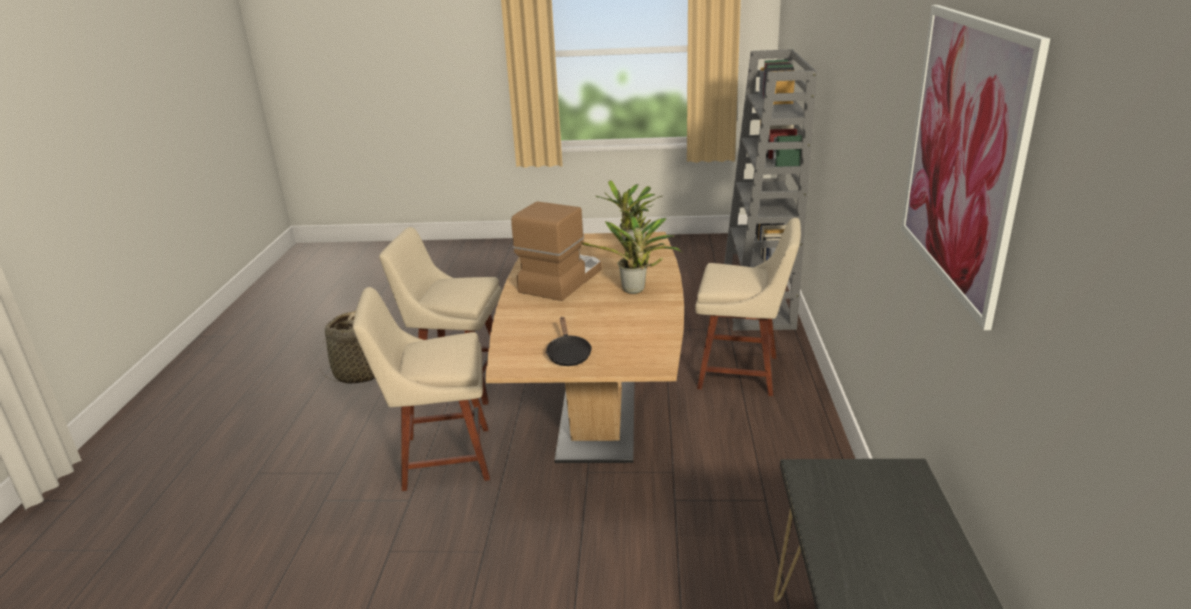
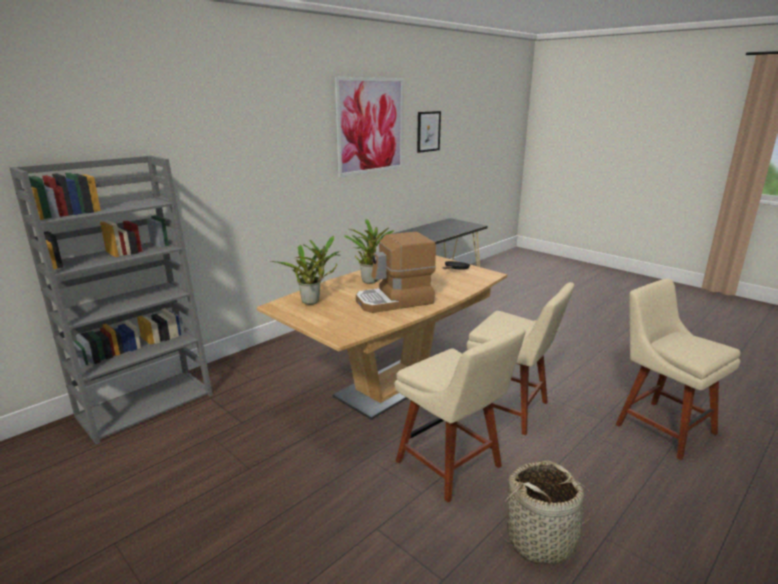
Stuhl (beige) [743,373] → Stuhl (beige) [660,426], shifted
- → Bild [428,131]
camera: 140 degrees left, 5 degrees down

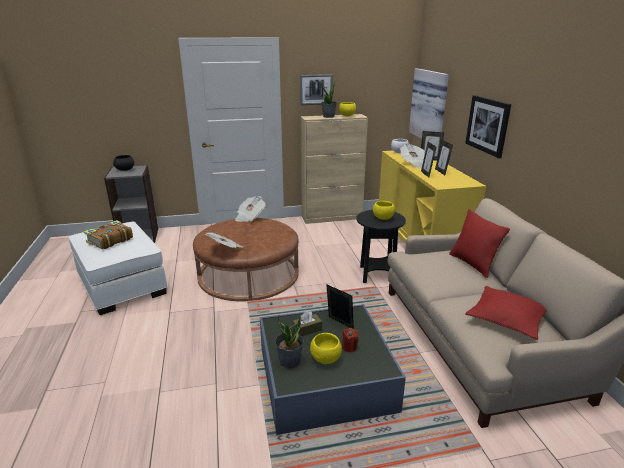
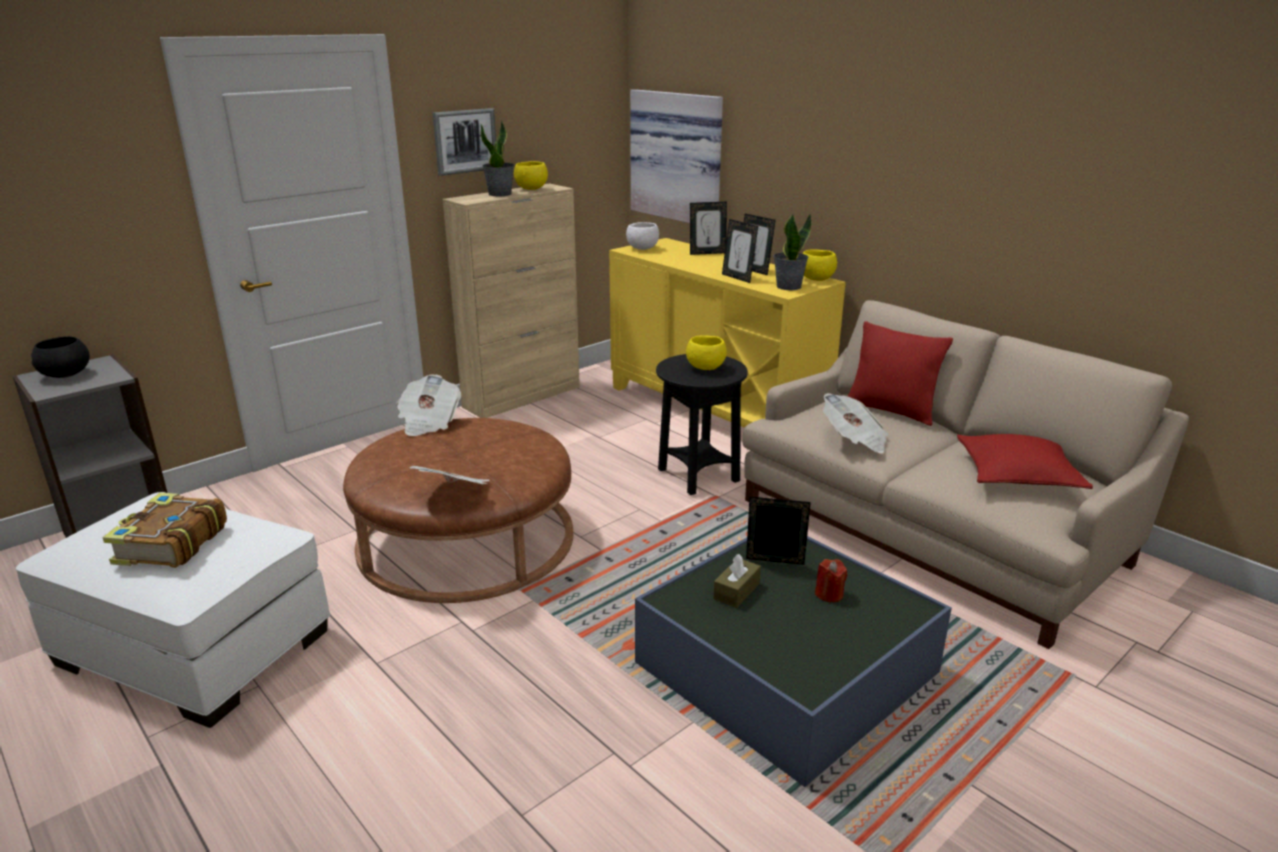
Bild [488,125] → -
Zeitung [414,164] → Zeitung [854,440], shifted
Topfpflanze [289,361] → Topfpflanze [788,286], shifted
Schüssel (gelb) [326,359] → Schüssel (gelb) [817,279], shifted
camera: 30 degrees left, 0 degrees up

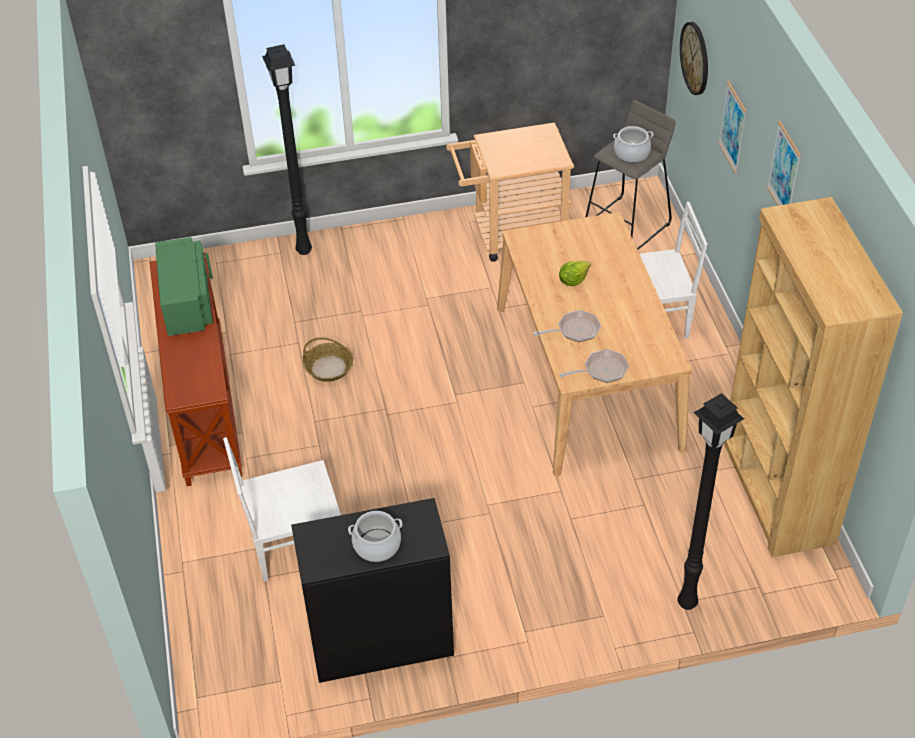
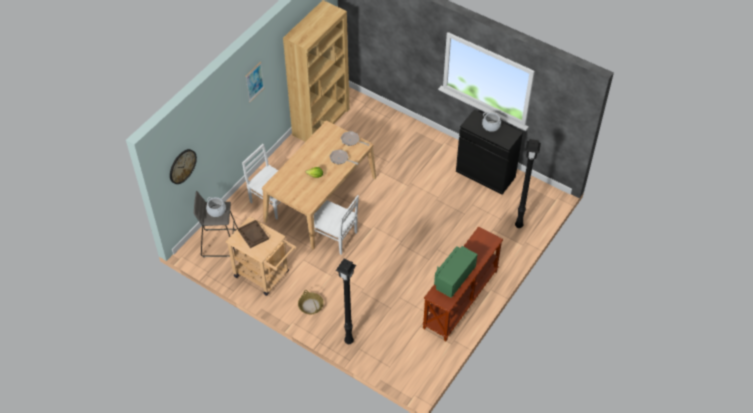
Bild [733,127] → -
Korb [329,367] → Korb [310,306], shifted
Stehlampe (schwarz) [685,603] → Stehlampe (schwarz) [519,226], shifted
Stuhl (weiß) [293,543] → Stuhl (weiß) [334,237], shifted
- → Tablett (braun) [253,234]
camera: 135 degrees left, 5 degrees up

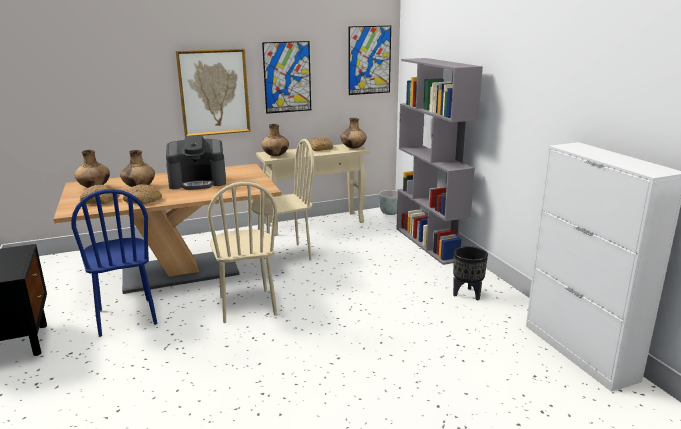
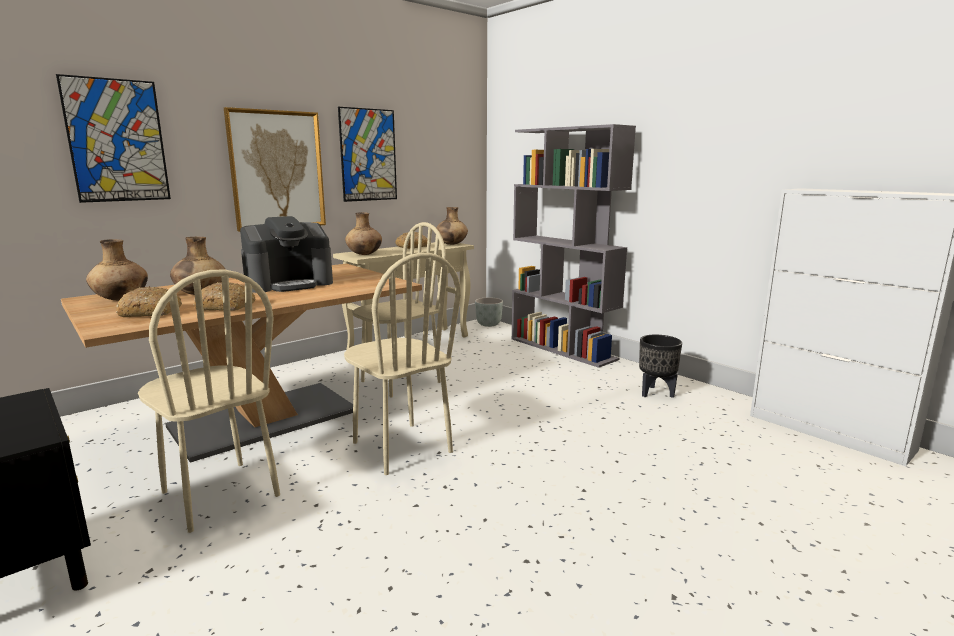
Bild [369,60] → Bild [117,141], shifted
Stuhl (blau) [126,317] → Stuhl (beige) [219,494]
camera: 20 degrees left, 5 degrees down

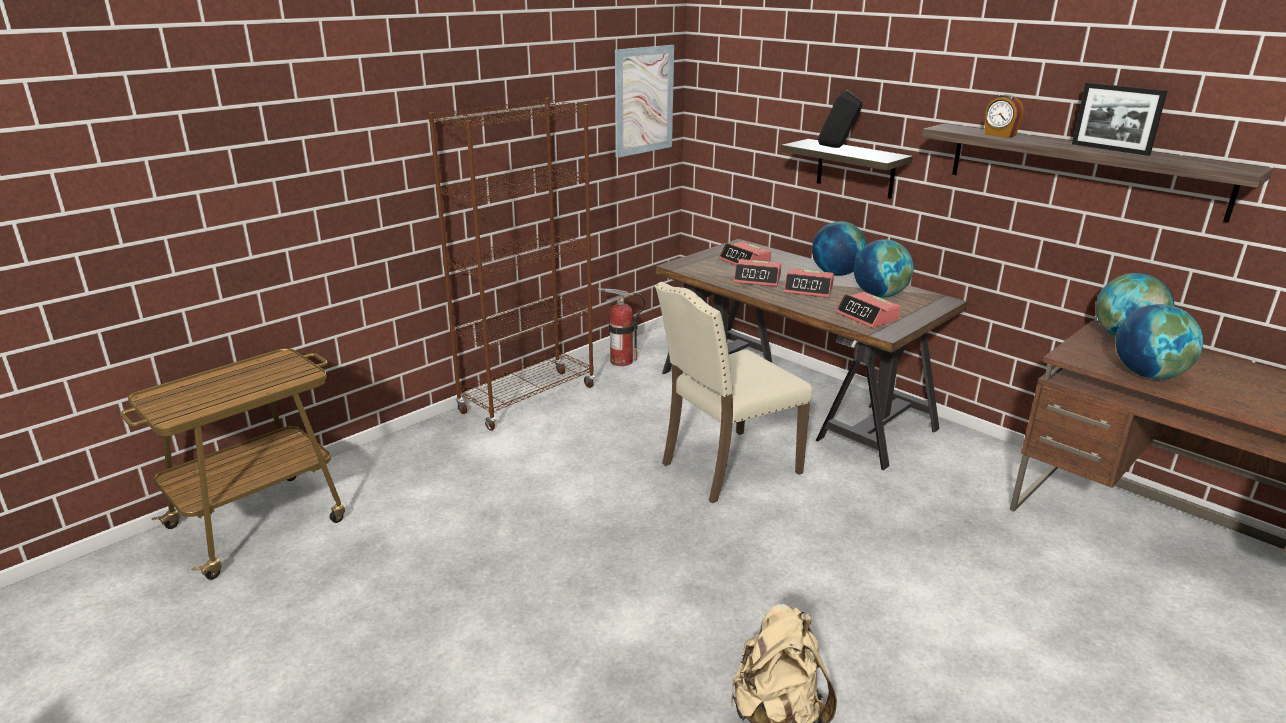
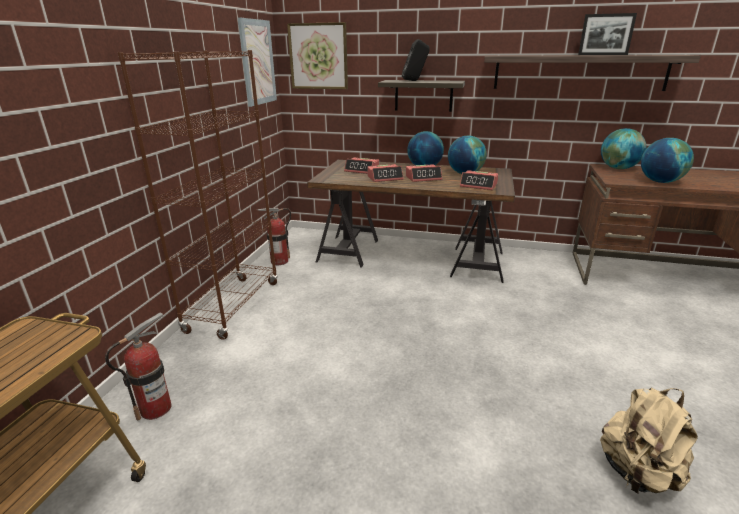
Wecker [999,135] → -
Stuhl (beige) [726,467] → -
- → Bild [318,56]
- → Feuerlöscher [156,408]
camera: 30 degrees left, 0 degrees up

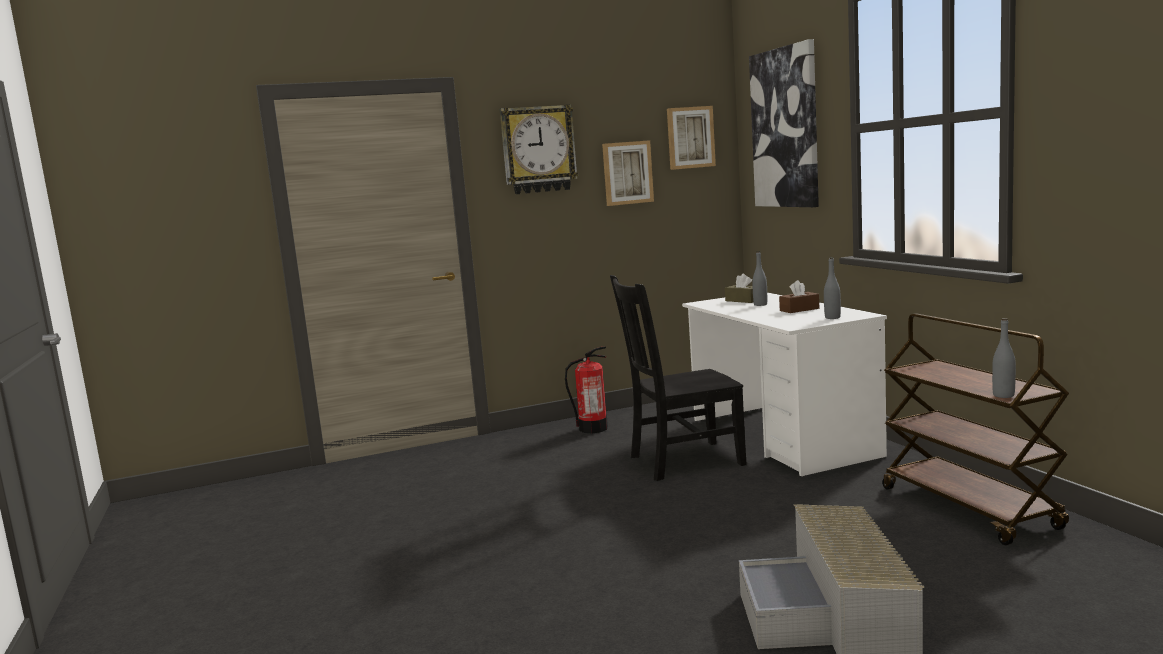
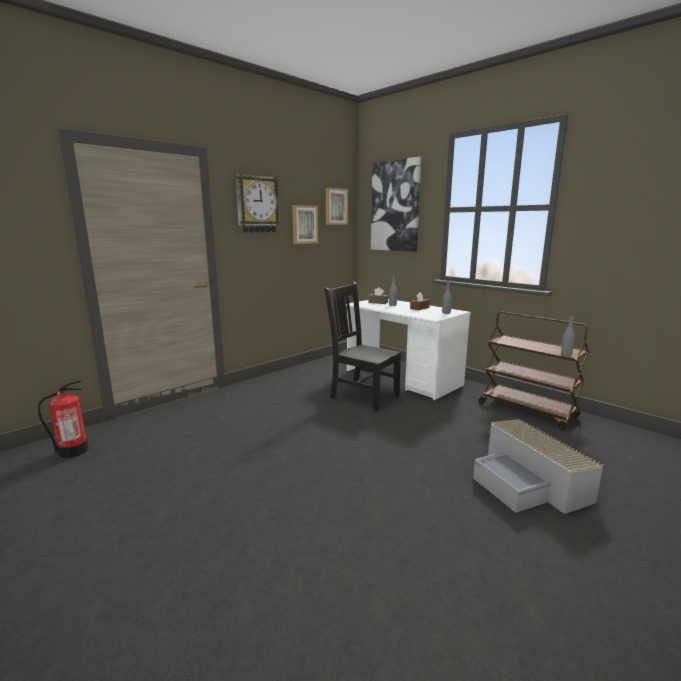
Stuhl (schwarz) [682,461] → Stuhl (schwarz) [362,396], 75 degrees clockwise
Feuerlöscher [593,428] → Feuerlöscher [73,451], shifted
camera: 25 degrees left, 5 degrees up

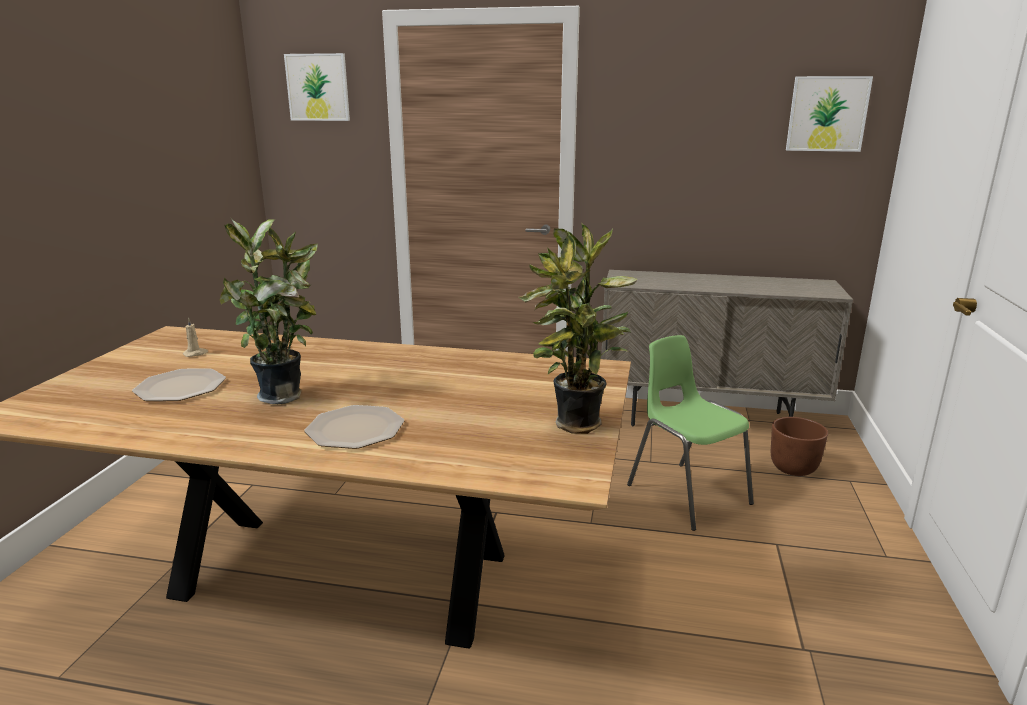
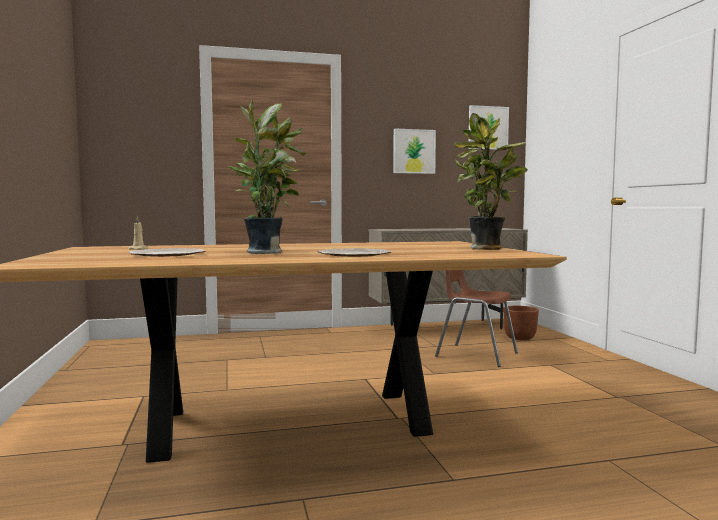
Bild [318,87] → Bild [414,151], shifted
Stuhl (grün) [687,494] → Stuhl (braun) [475,355]
camera: 25 degrees left, 15 degrees down

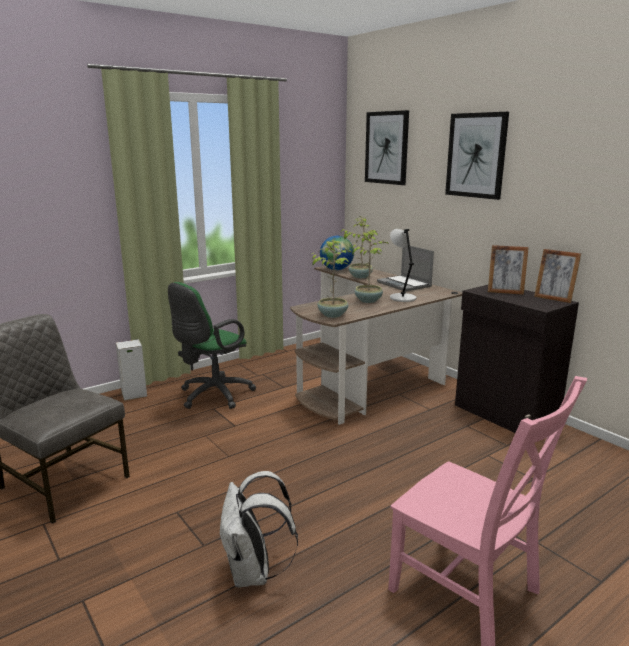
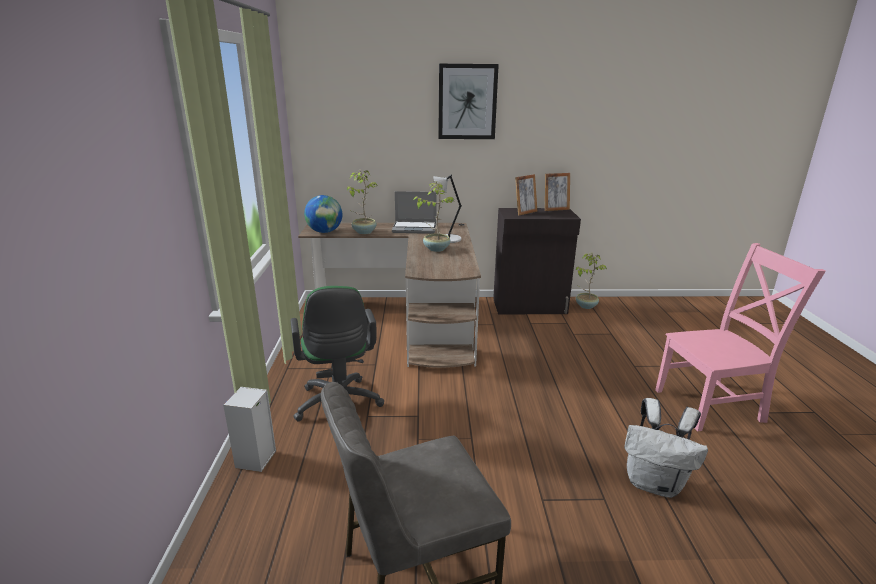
Bild [387,148] → -
Topfpflanze [332,314] → Topfpflanze [585,306], shifted
camera: 55 degrees left, 5 degrees up

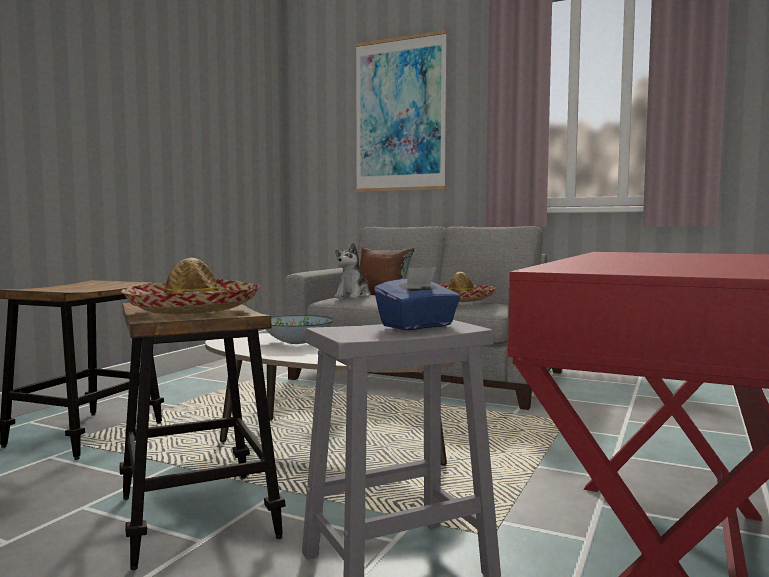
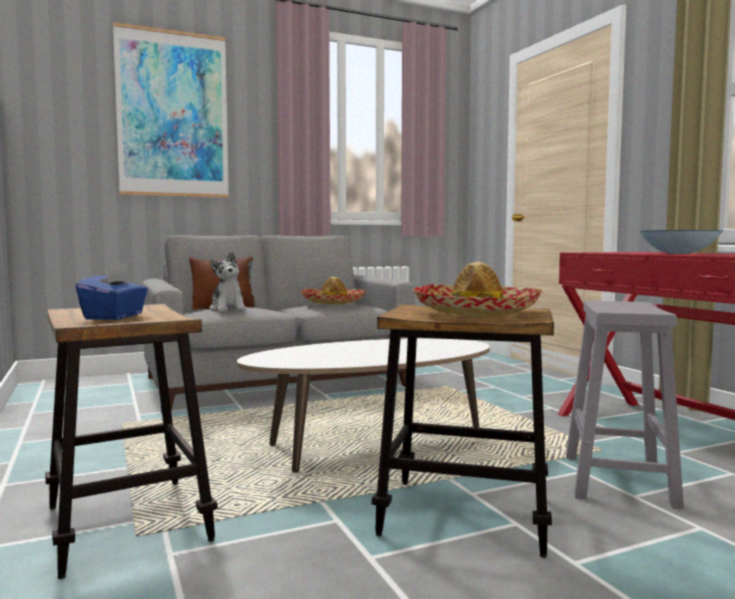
Taschentuchbox (blau) [417,326] → Taschentuchbox (blau) [115,317], shifted
Schüssel [297,342] → Schüssel [678,253], shifted
camera: 50 degrees left, 0 degrees up

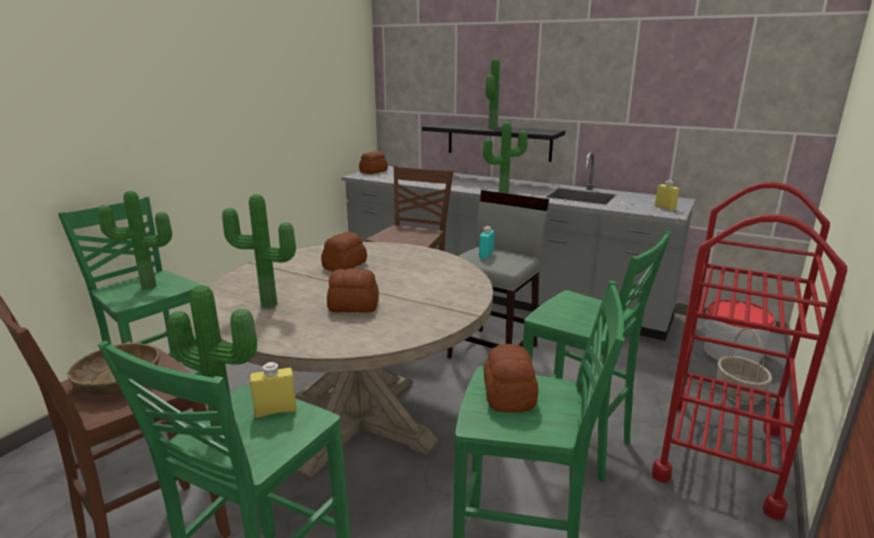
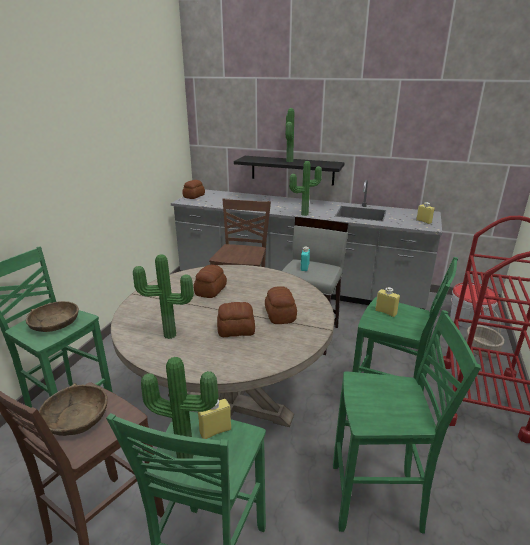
Topfpflanze [148,287] → Schüssel (braun) [54,323]
Brot [509,395] → Brot [280,315], shifted
- → Flasche (gelb) [386,312]
camera: 10 degrees left, 5 degrees up

